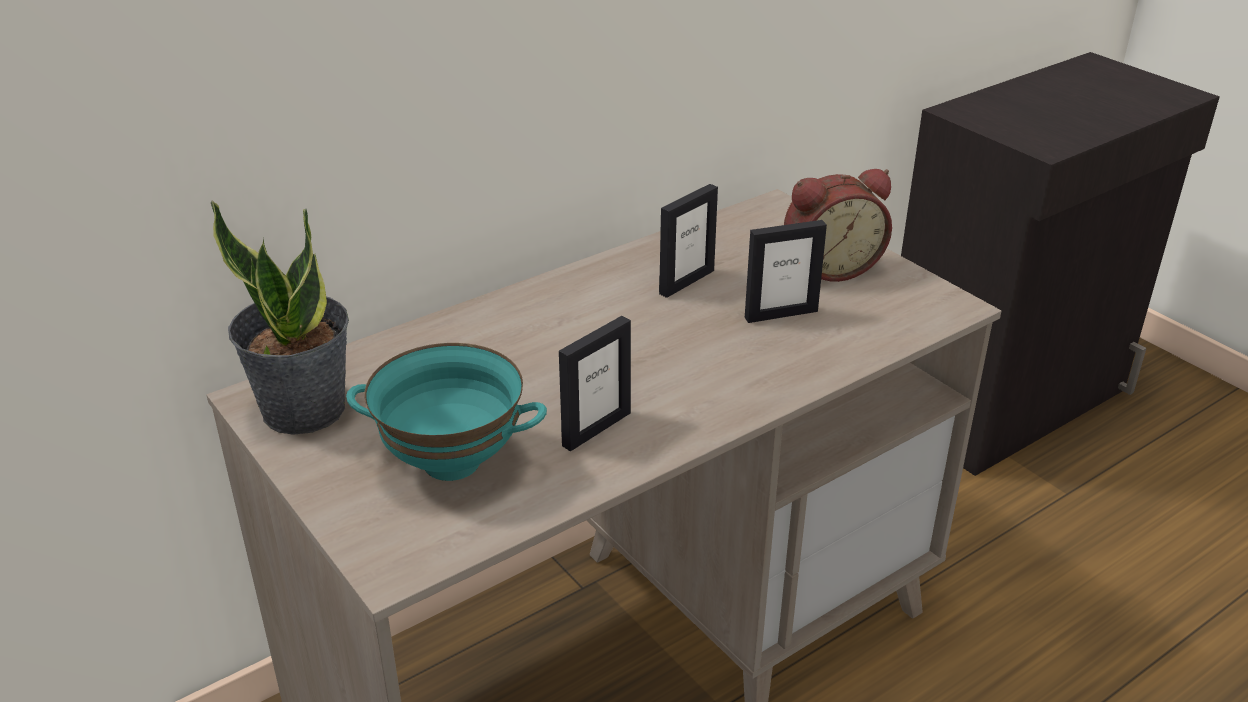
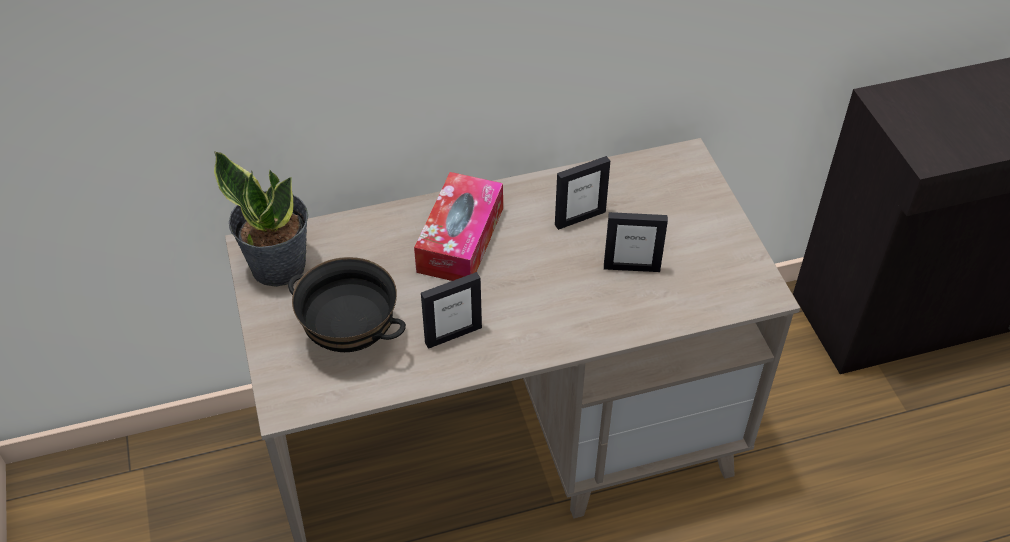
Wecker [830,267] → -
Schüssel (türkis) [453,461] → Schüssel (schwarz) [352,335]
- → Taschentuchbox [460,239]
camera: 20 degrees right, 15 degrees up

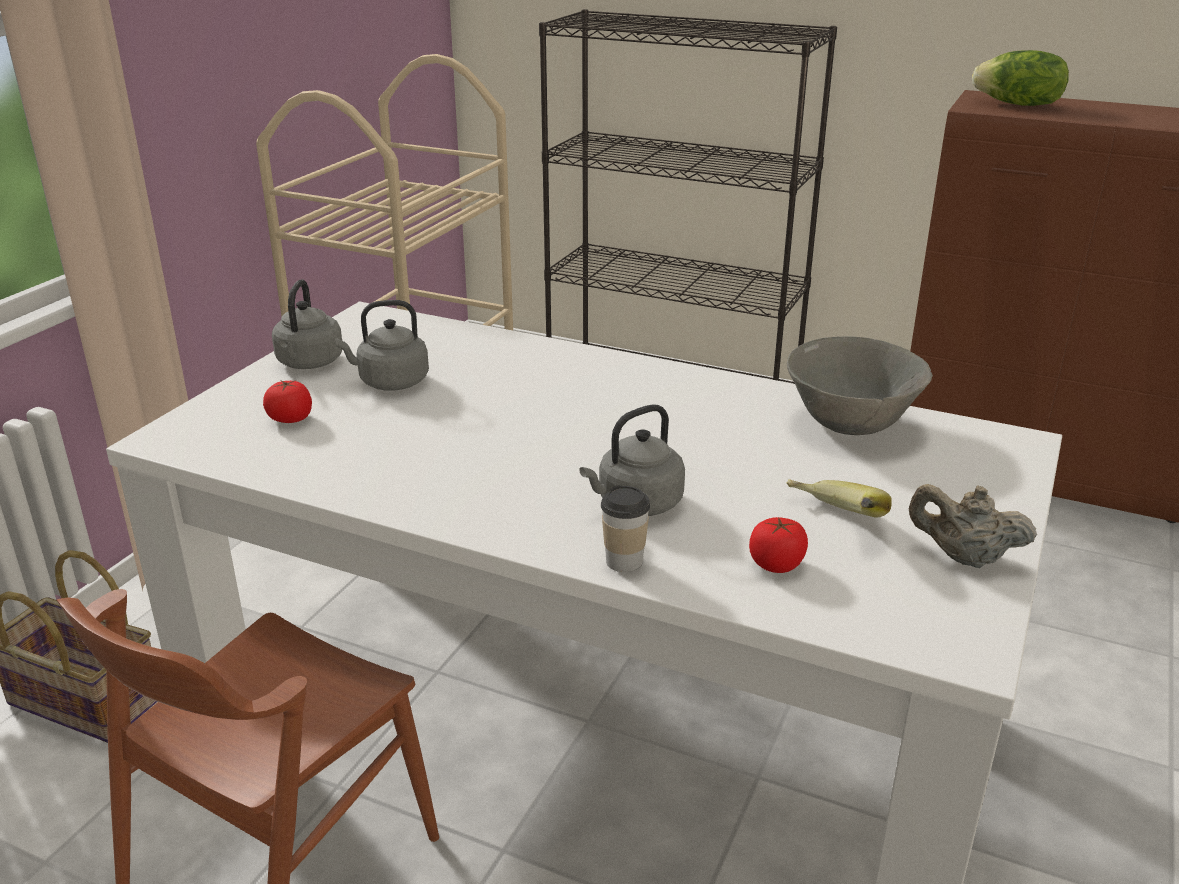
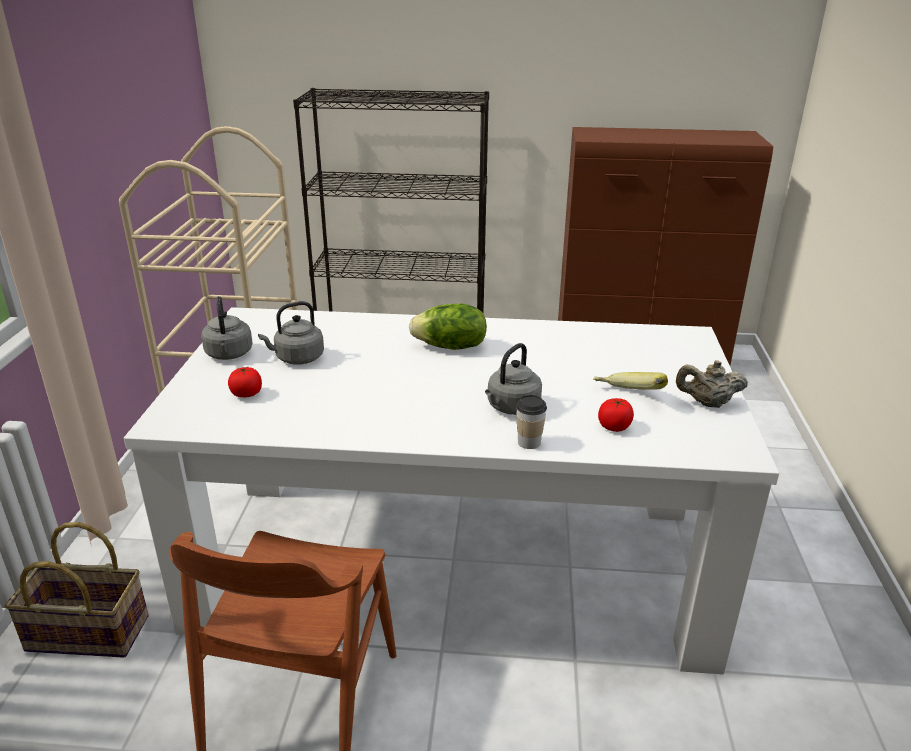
Salatkopf [1018,105] → Salatkopf [450,347], shifted
Schüssel (grau) [851,424] → -
camera: 20 degrees left, 0 degrees up

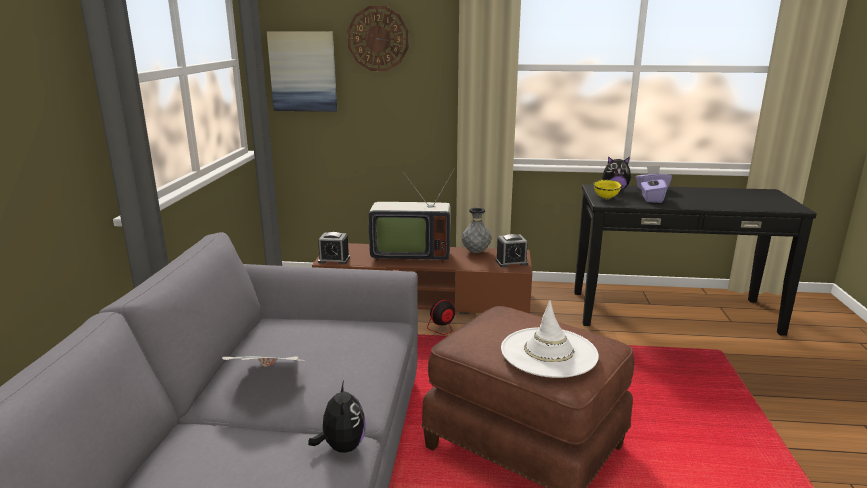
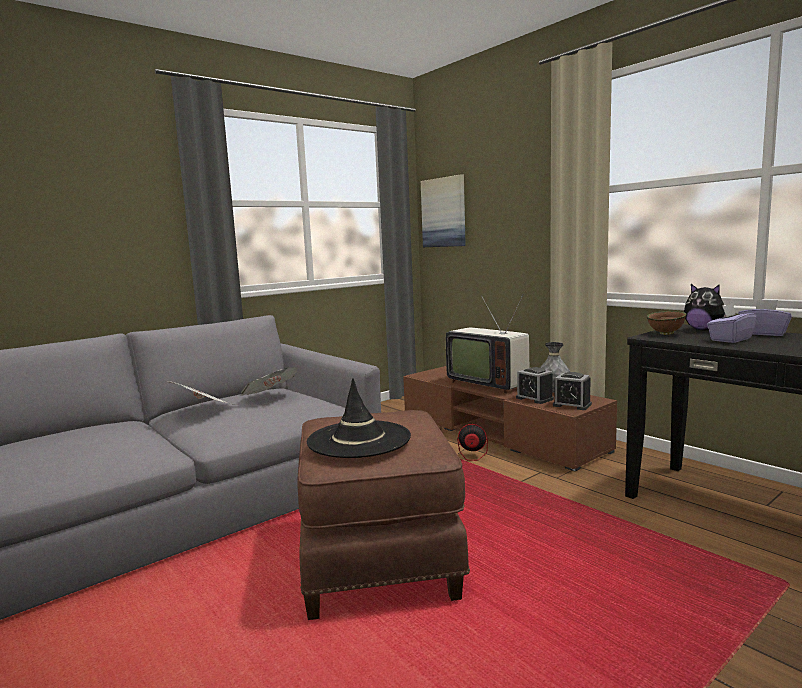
Wanduhr [378,39] → -
Schüssel (gelb) [606,198] → Schüssel (braun) [666,334]
Wecker [334,260] → Wecker [534,398], shifted
Hut (weiß) [549,352] → Hut (schwarz) [359,439]
Plüschtier [342,446] → -
- → Zeitung [270,397]
camera: 45 degrees right, 10 degrees down

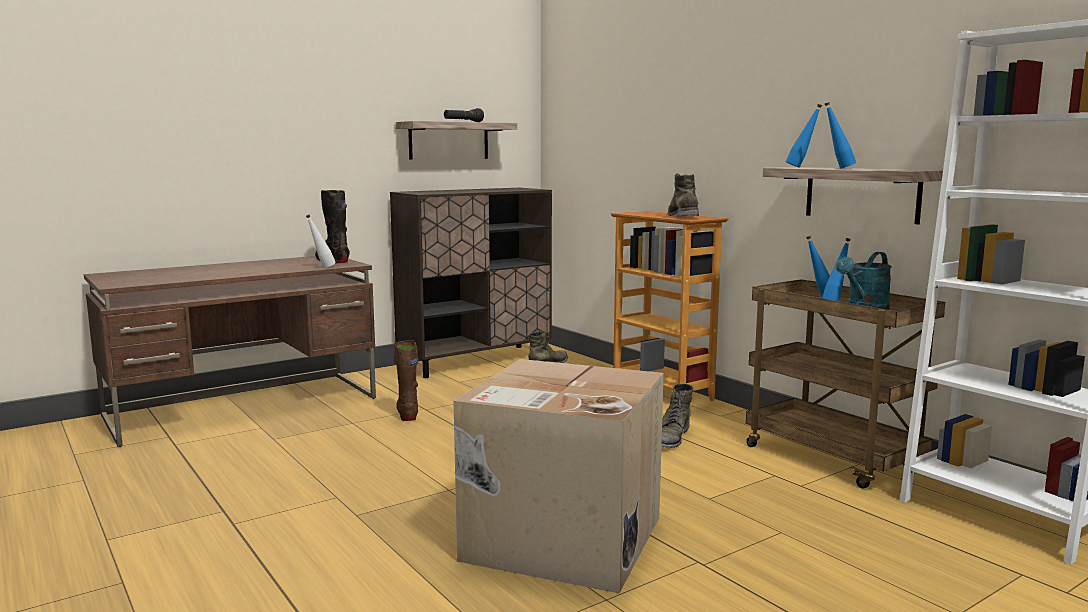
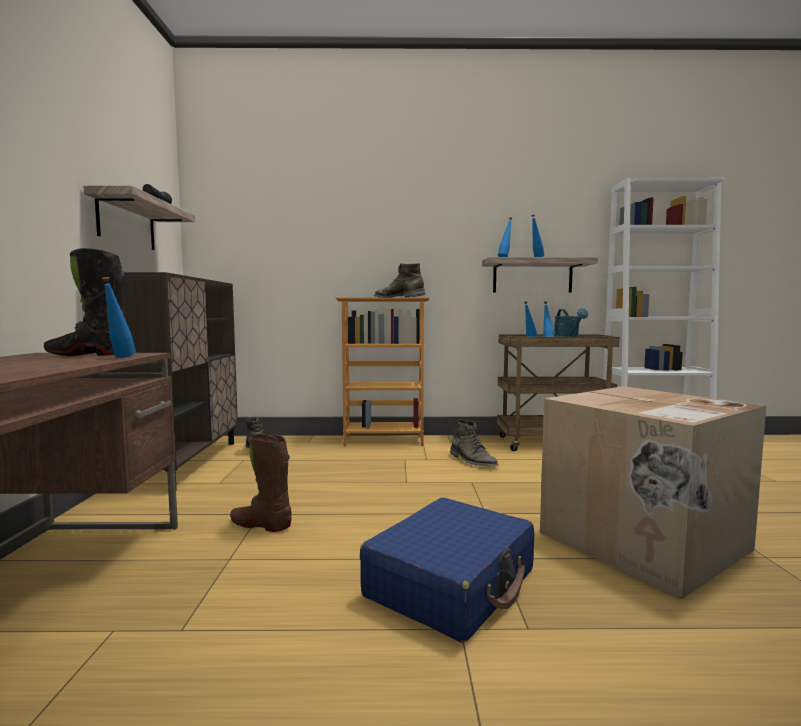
Flasche (weiß) [322,267] → Flasche (blau) [119,358]
- → Koffer (blau) [452,583]
camera: 55 degrees left, 5 degrees down

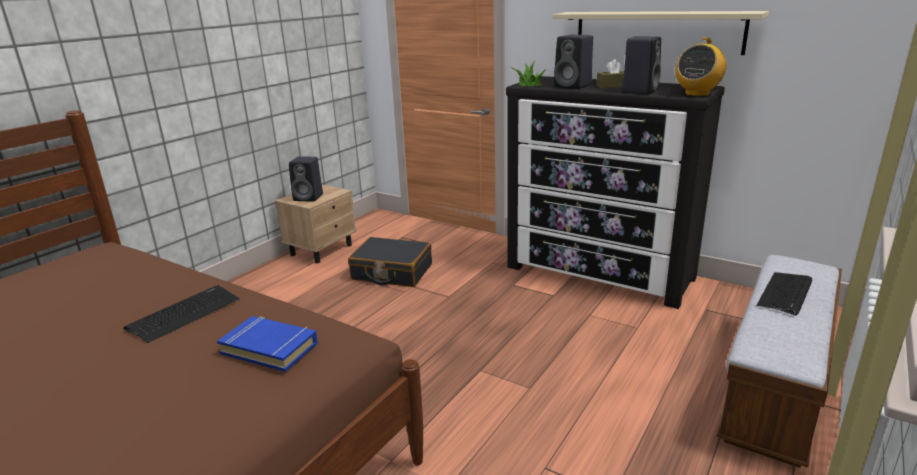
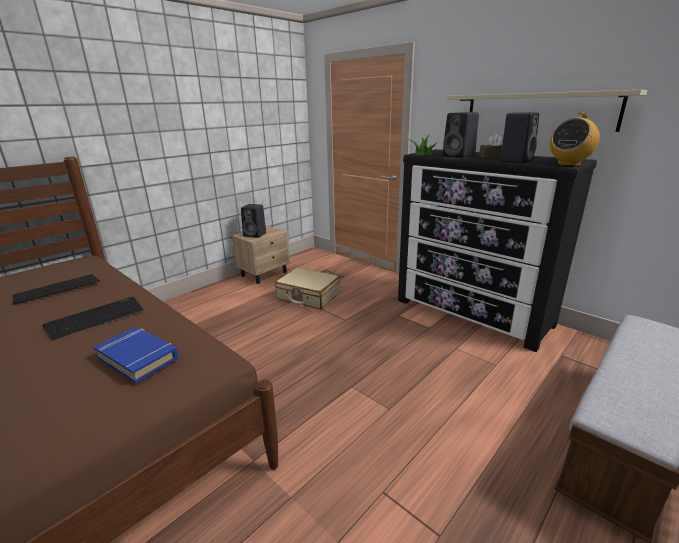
Koffer (schwarz) [392,272] → Koffer (beige) [308,296]
Tastatur [785,293] → Tastatur [57,289], shifted
camera: 10 degrees right, 0 degrees up

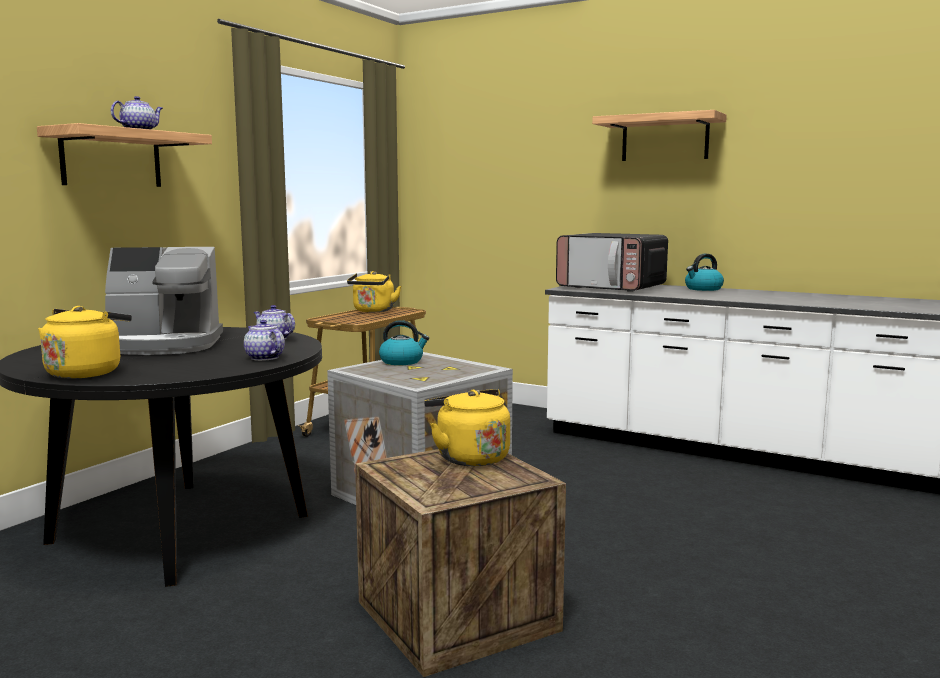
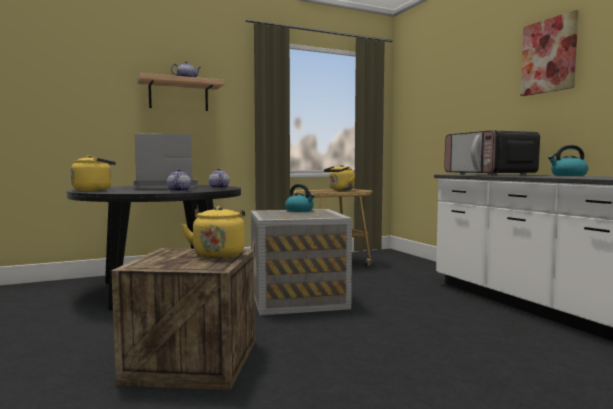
Wandregal [665,138] → Bild [549,56]
Kaffeemaschine [163,345] → Kaffeemaschine [165,187], 135 degrees clockwise
camera: 35 degrees right, 5 degrees down

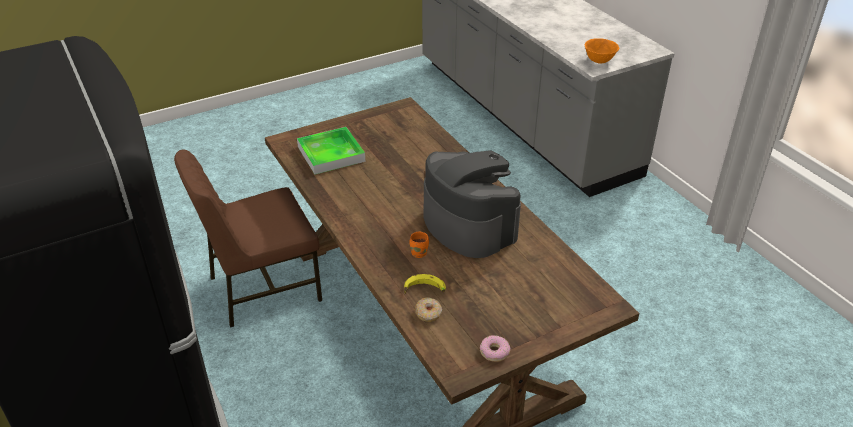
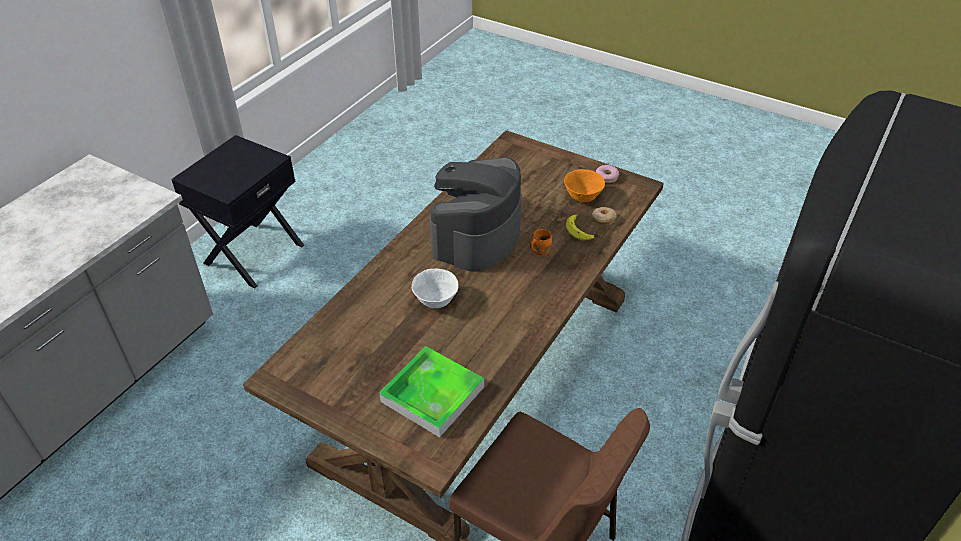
Schüssel (orange) [599,61] → Schüssel (orange) [583,197], shifted
- → Nachttisch (schwarz) [253,253]
- → Schüssel (weiß) [436,301]
camera: 120 degrees left, 5 degrees up

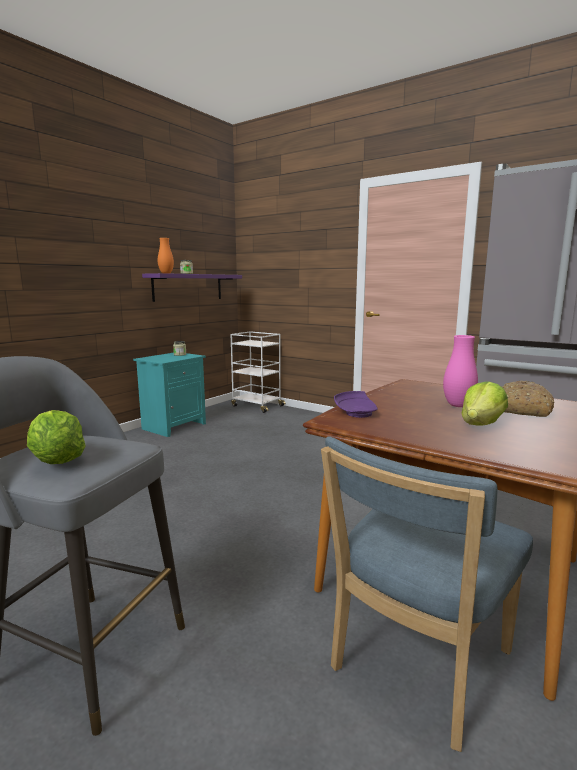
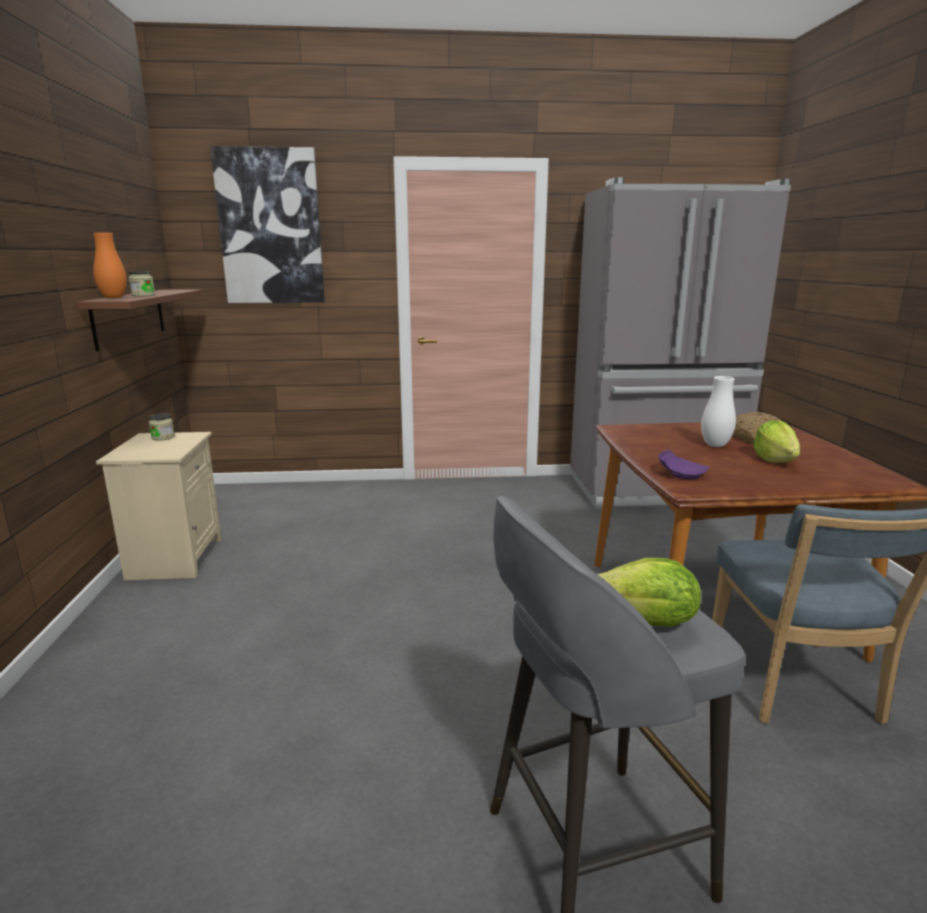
Wandregal (lila) [188,287] → Wandregal (braun) [129,317]
Rollwagen (weiß) [257,406] → -
Vase (rosa) [458,405] → Vase (weiß) [715,445]
Nachttisch (türkis) [174,426] → Nachttisch (beige) [174,558]
- → Bild [270,227]
camera: 40 degrees left, 5 degrees up

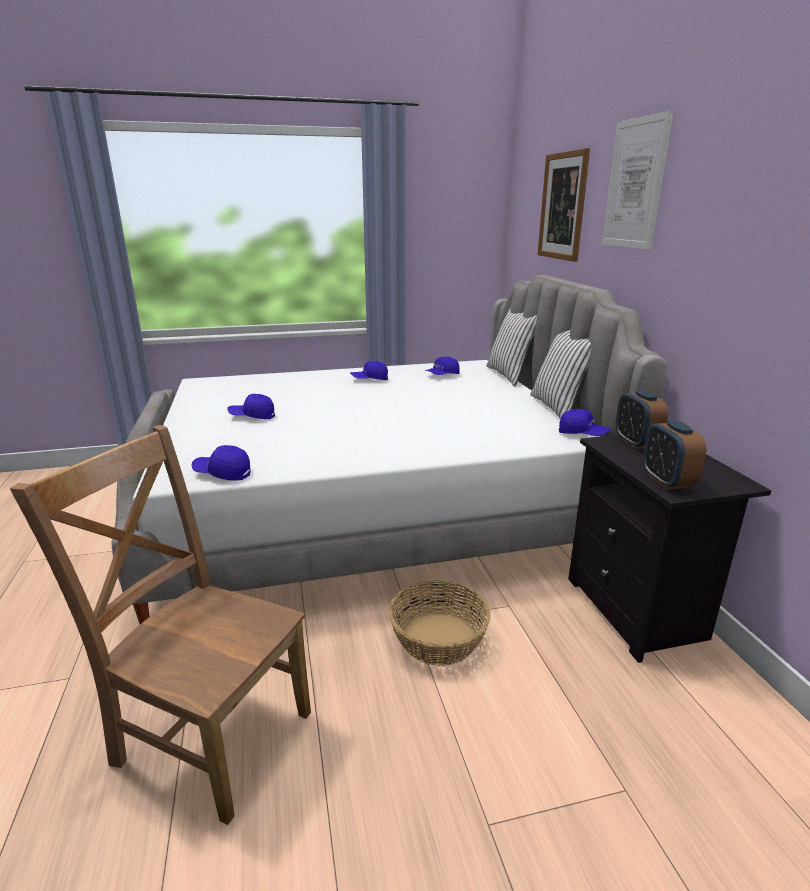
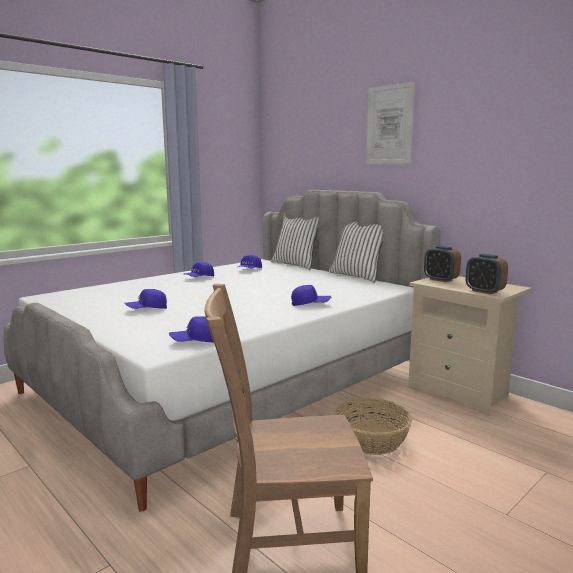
Bild [563,206] → -
Kappe (blau) [582,434] → Kappe (blau) [310,304], shifted
Nachttisch (schwarz) [638,611] → Nachttisch (beige) [461,392]
camera: 30 degrees left, 10 degrees down

